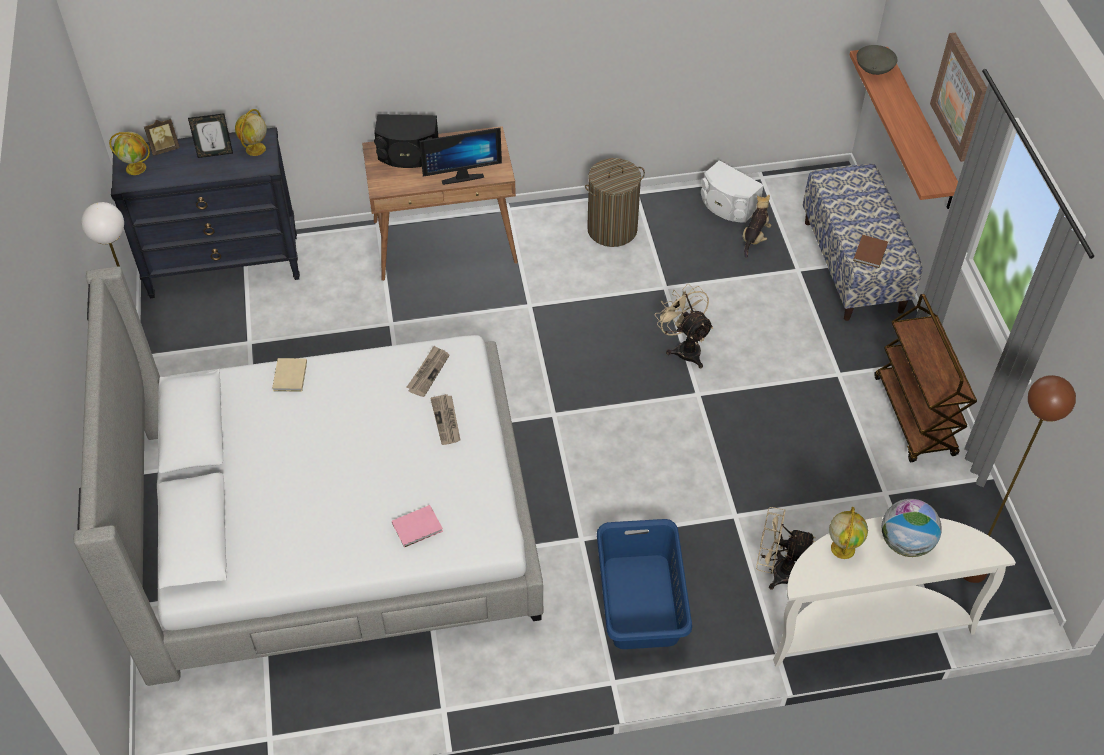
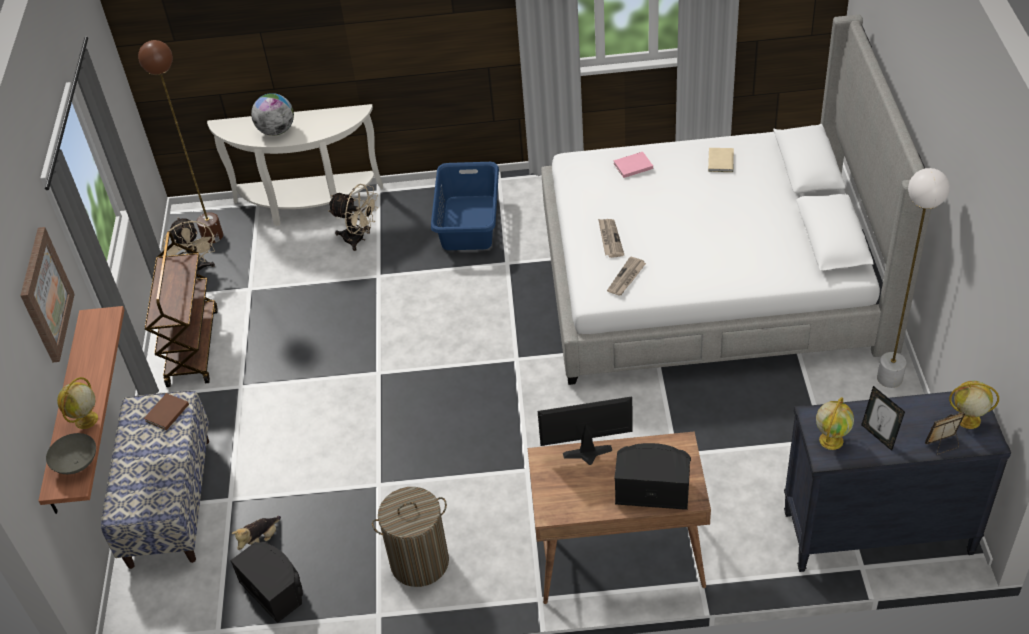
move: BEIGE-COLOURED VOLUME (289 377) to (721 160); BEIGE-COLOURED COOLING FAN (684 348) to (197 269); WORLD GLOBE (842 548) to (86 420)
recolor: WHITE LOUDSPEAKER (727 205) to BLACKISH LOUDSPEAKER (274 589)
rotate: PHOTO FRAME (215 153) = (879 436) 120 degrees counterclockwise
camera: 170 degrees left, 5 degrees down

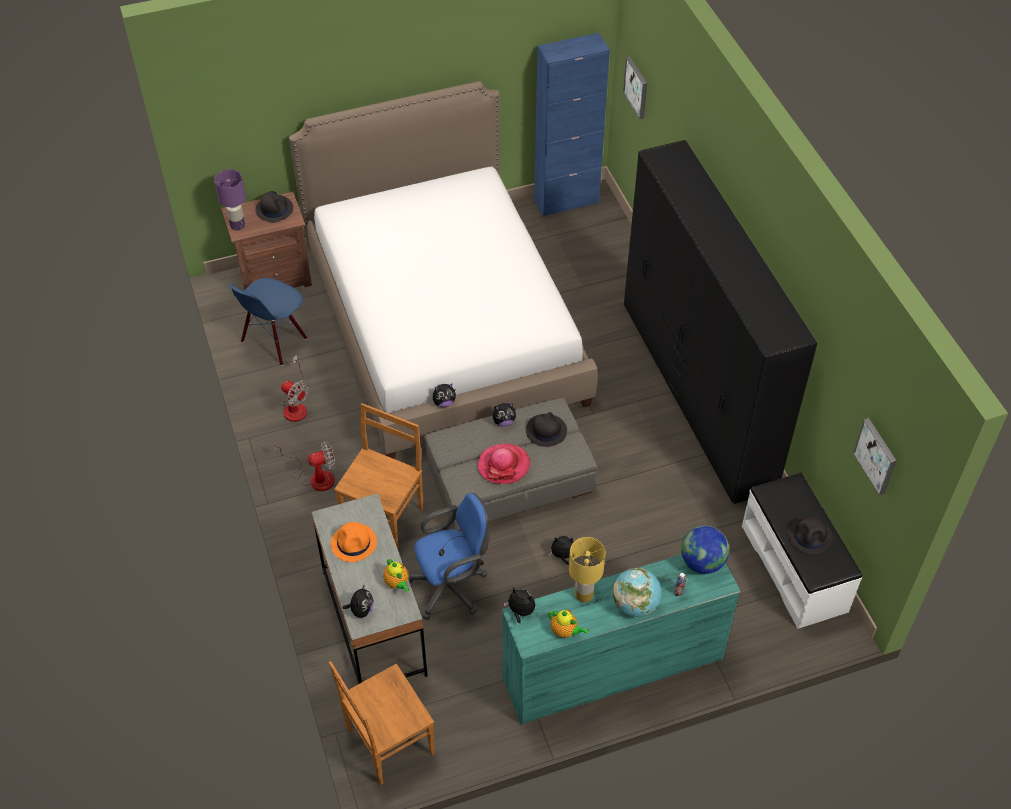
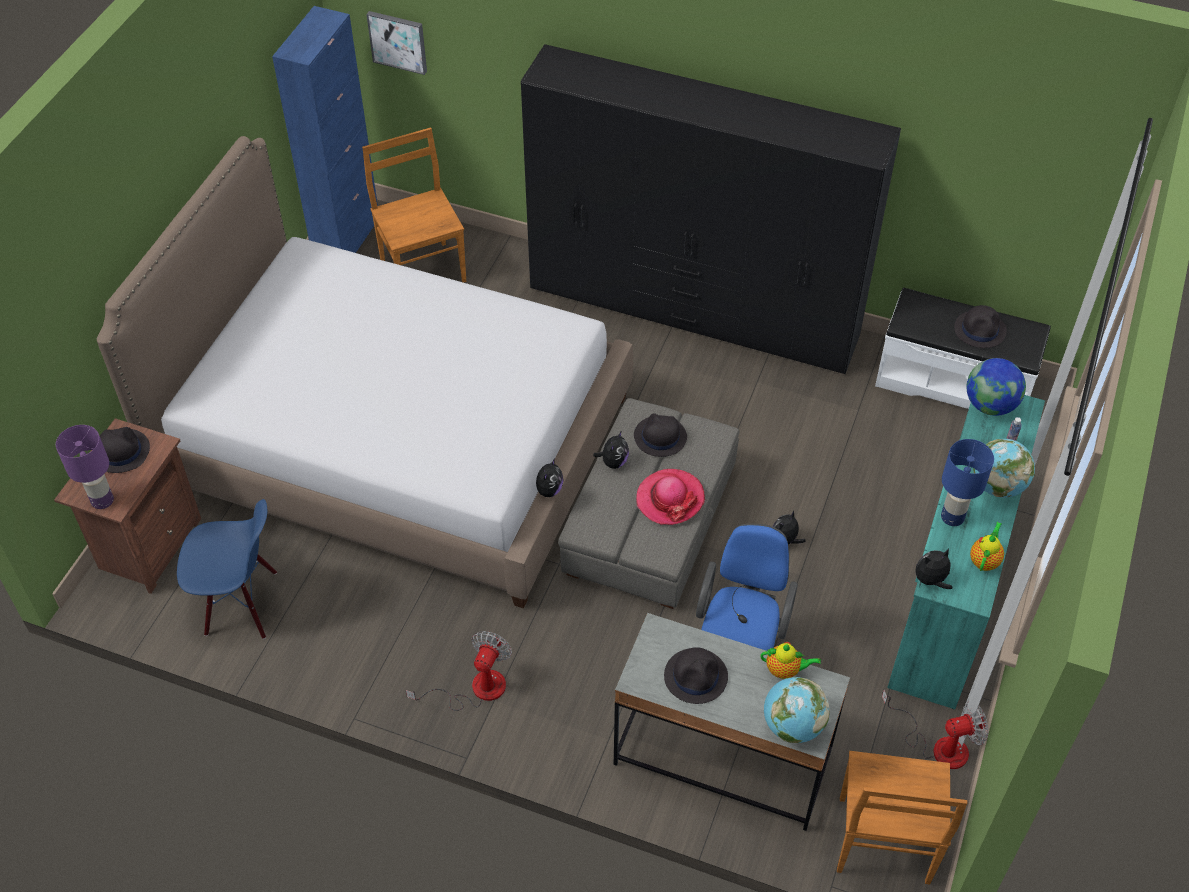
delete: WALL PICTURE (876 455)
move: COOLING FAN (296 405) to (938 745); BROWN-COLOURED UPRIGHT CHAIR (384 515) to (422 270)
replace: SOFT TOY (361 610) to WORLD GLOBE (792 726)
recolor: ORANGE HAT (354 543) to BLACKISH HAT (696 676); YELLOWISH LAMP FOR A TABLE (583 595) to BLUE-COLOURED LAMP FOR A TABLE (953 518)
rotate: BLUE-COLOURED UPRIGHT CHAIR (274 341) = (241 604) 75 degrees counterclockwise; POT FOR TEA (565 631) = (985 560) 45 degrees counterclockwise
camera: 50 degrees left, 0 degrees up

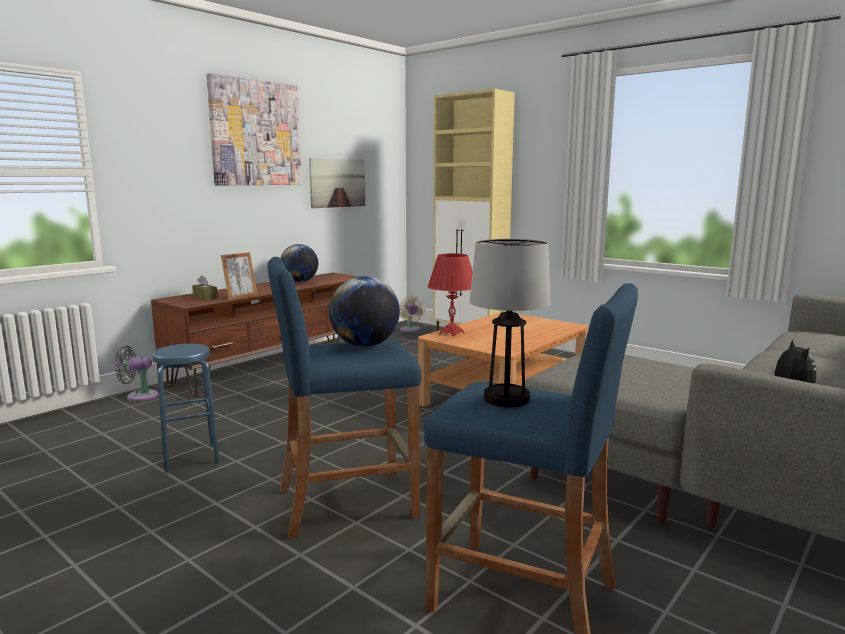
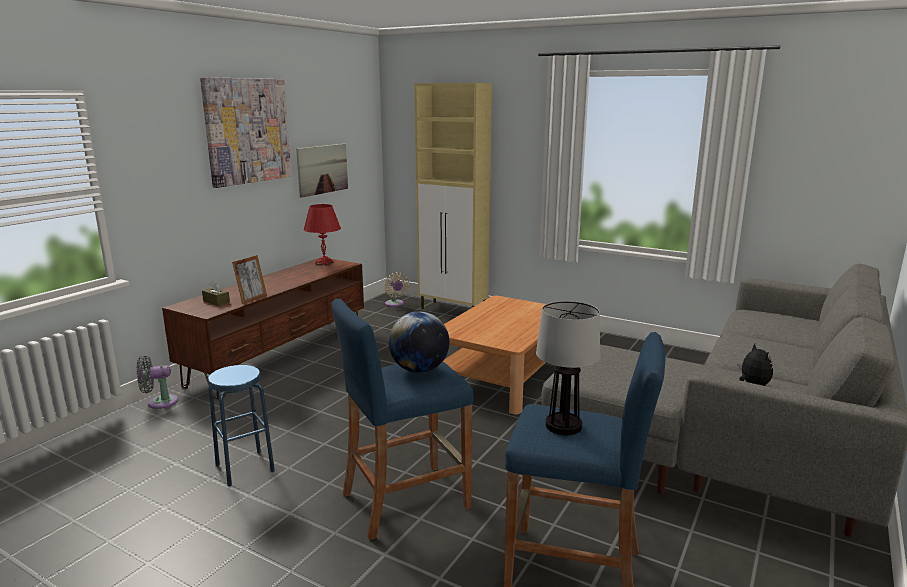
delete: WORLD GLOBE (300 282)
move: RED LAMP FOR A TABLE (452 333) to (324 263)
camera: 10 degrees left, 5 degrees up

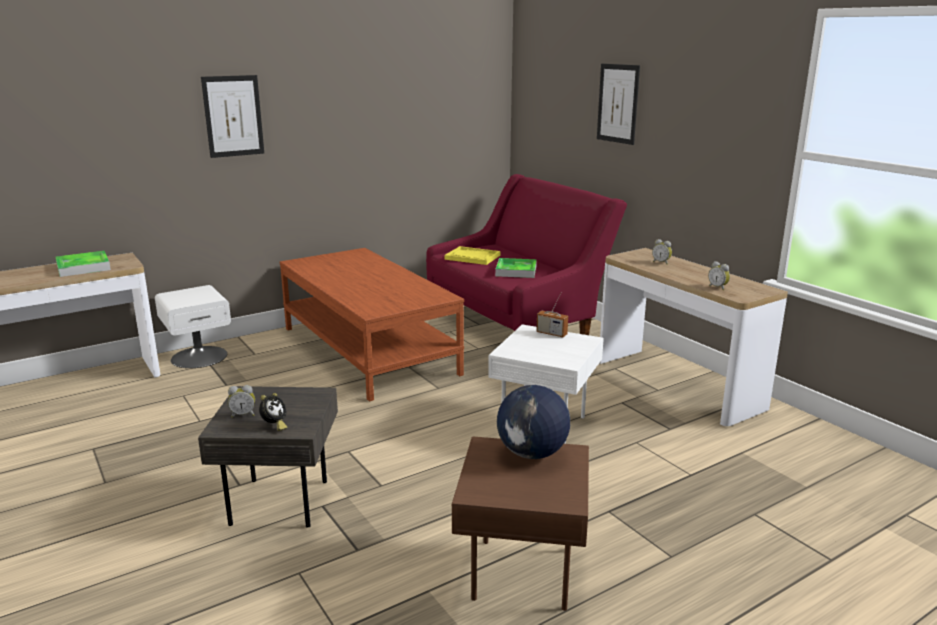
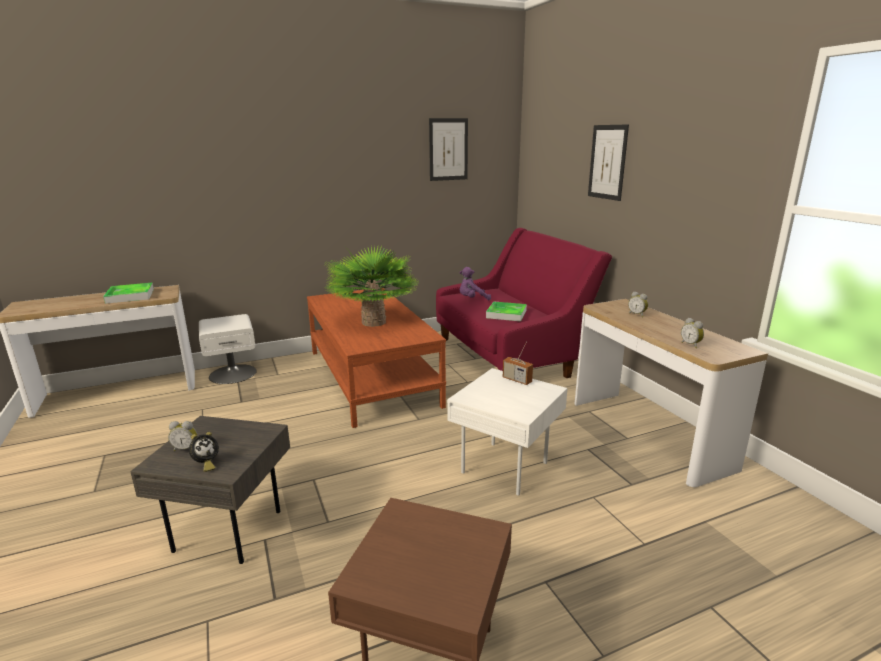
delete: WORLD GLOBE (532 454)
insert: HOUSEPLANT (374 322)
move: WALL PICTURE (233 116) to (448 149)
replace: YELLOWISH CARRYING TRAY (472 257) to PURPLISH SOFT TOY (472 299)
camera: 10 degrees right, 0 degrees up

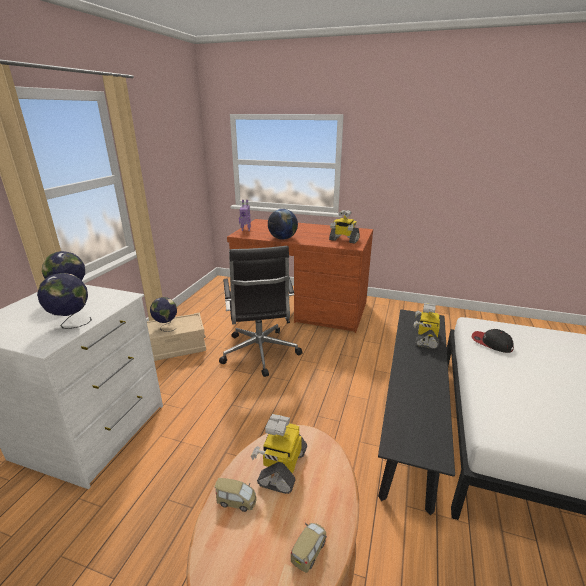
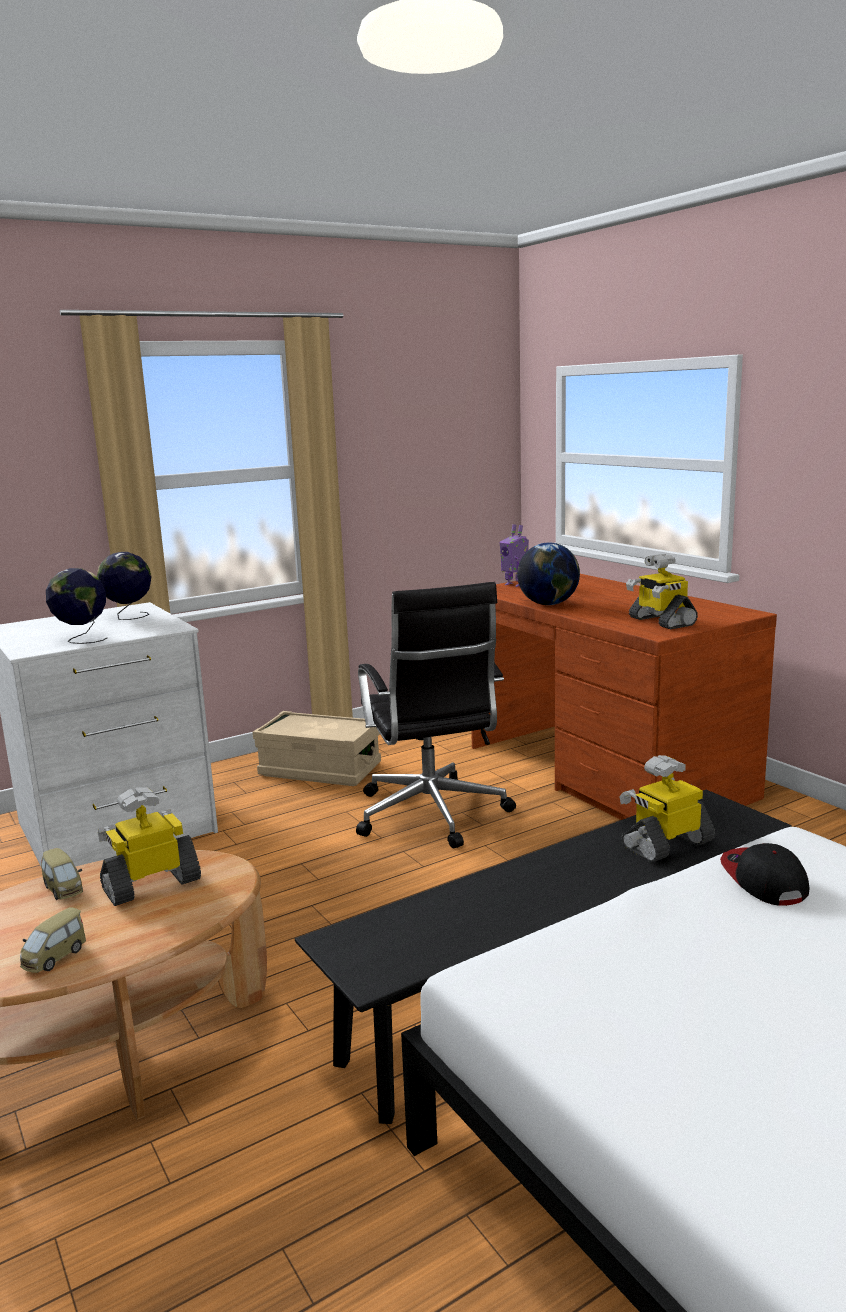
delete: WORLD GLOBE (166 327)
rotate: BLACKISH COMPUTER CHAIR (260 353) = (431 815) 45 degrees counterclockwise; MODEL CAR (309 551) = (54 957) 135 degrees clockwise
camera: 40 degrees right, 10 degrees down

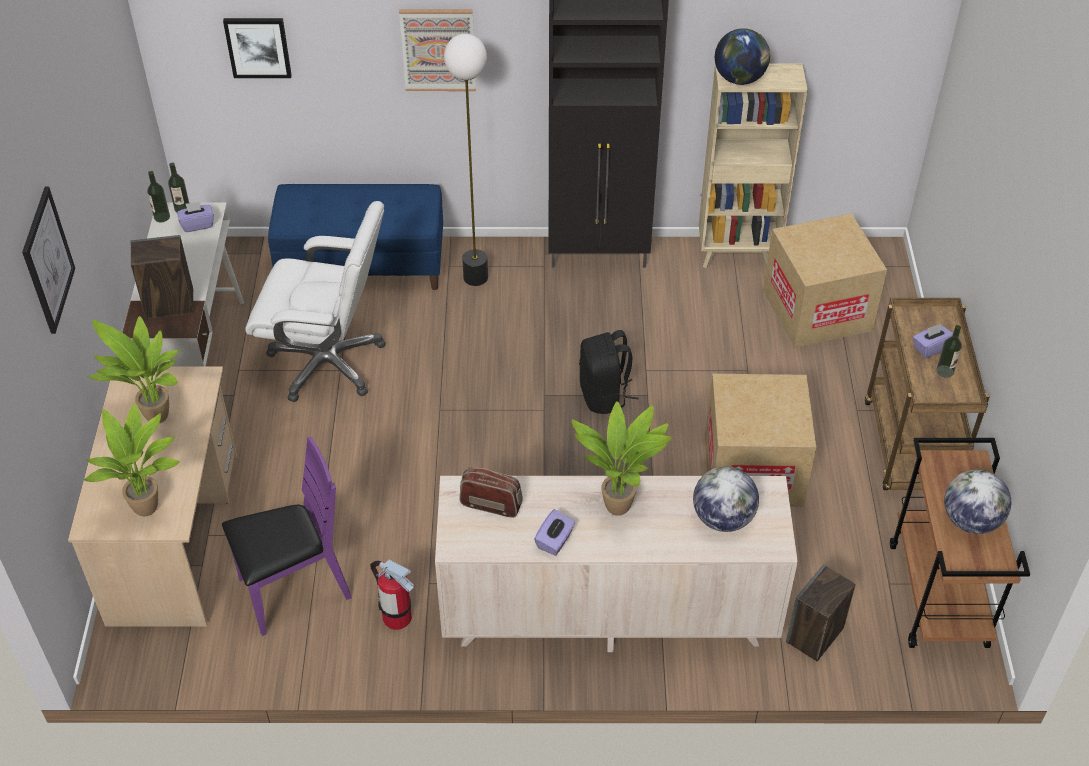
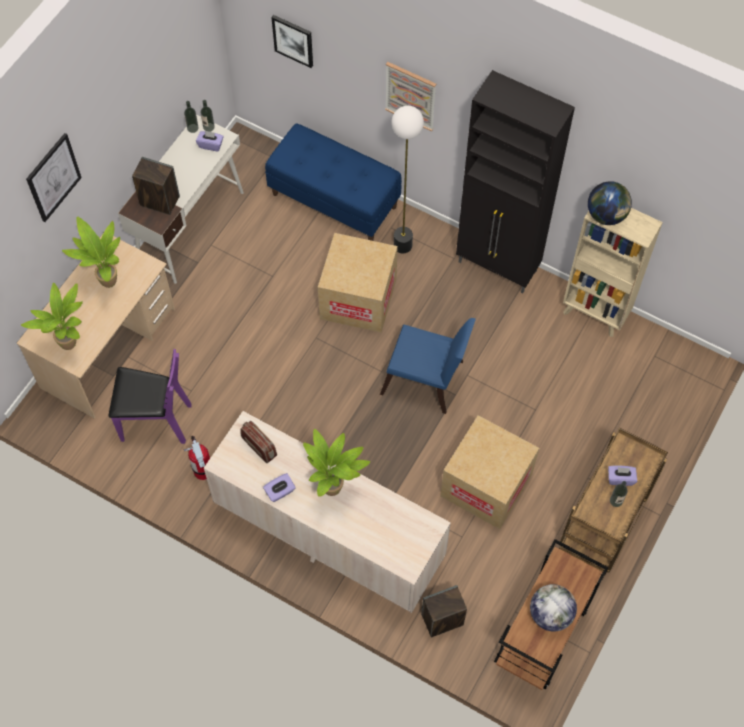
delete: WHITE COMPUTER CHAIR (328 362); WORLD GLOBE (722 518)
move: CARDBOARD BOX (817 310) to (358 299)
replace: BLACKISH KNAPSACK (604 396) to BLUE-COLOURED UPRIGHT CHAIR (427 381)
camera: 30 degrees right, 15 degrees up

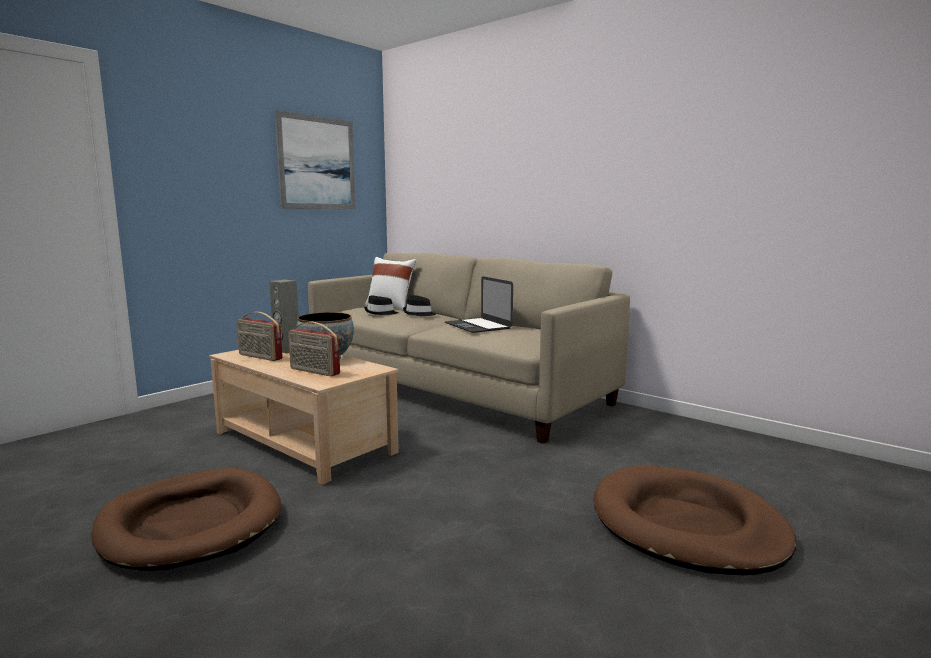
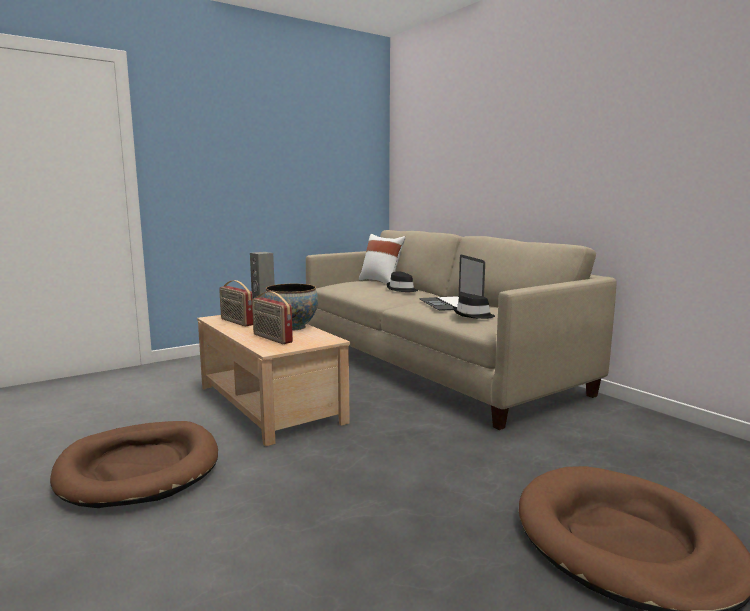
delete: WALL PICTURE (317 163)
move: BLACKISH HAT (380 313) to (473 315)
camera: 15 degrees right, 0 degrees up

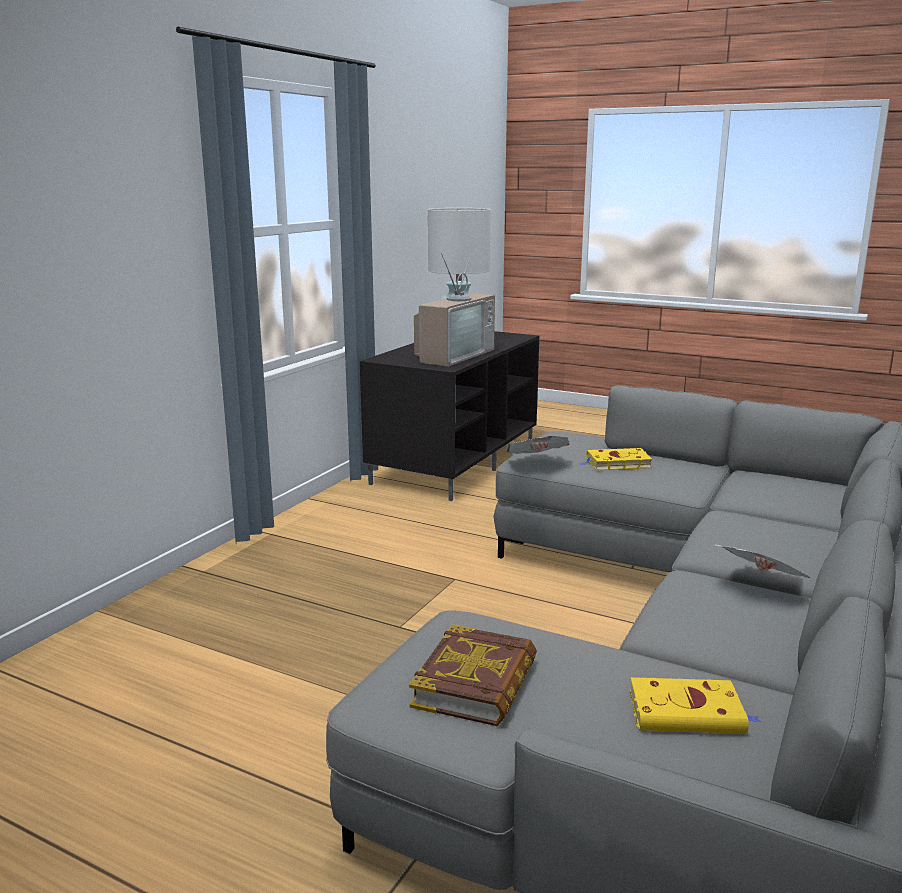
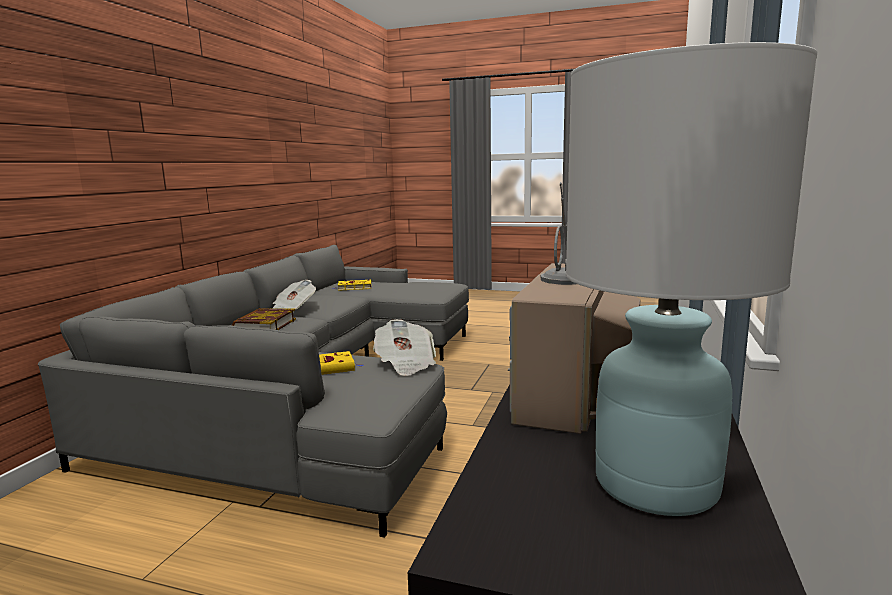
move: VOLUME (476 684) to (265 326)
camera: 170 degrees right, 5 degrees down

